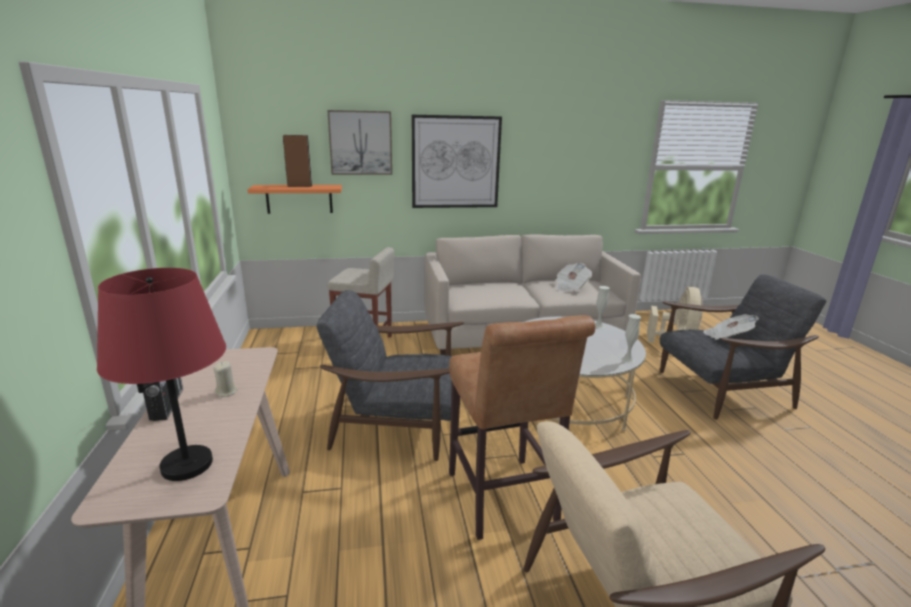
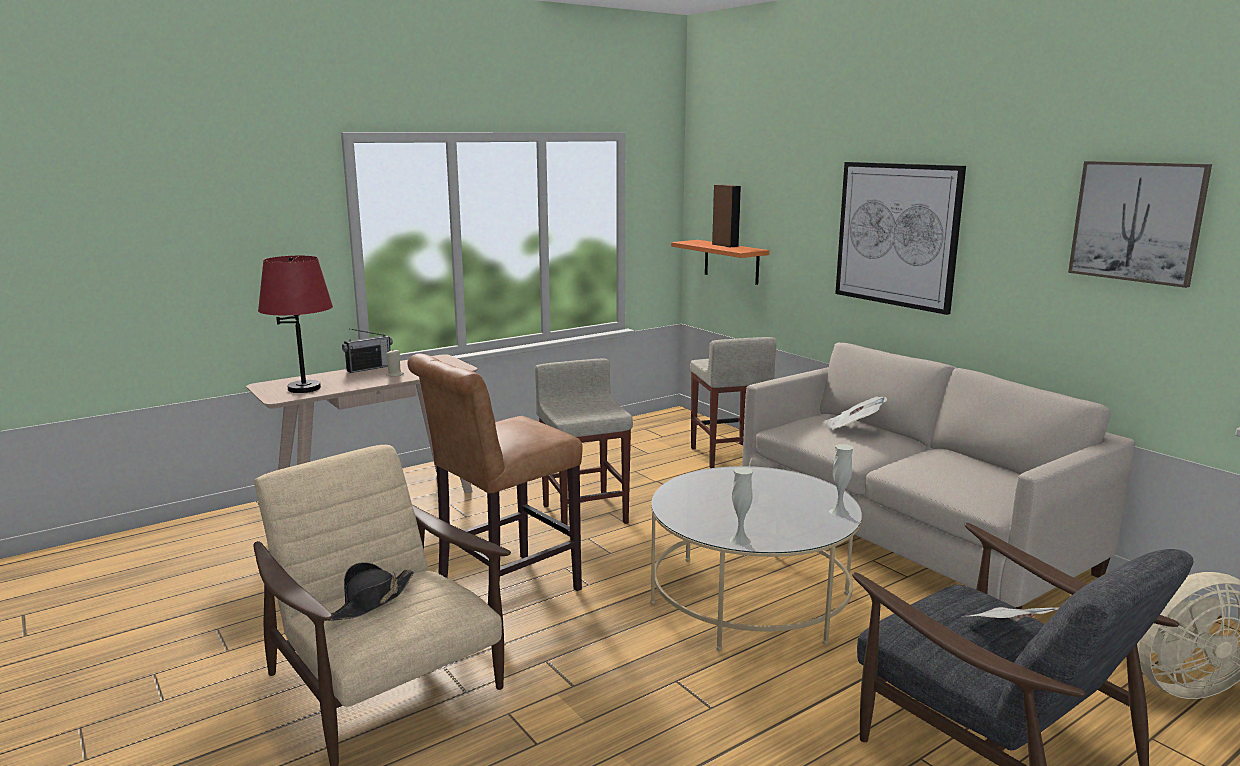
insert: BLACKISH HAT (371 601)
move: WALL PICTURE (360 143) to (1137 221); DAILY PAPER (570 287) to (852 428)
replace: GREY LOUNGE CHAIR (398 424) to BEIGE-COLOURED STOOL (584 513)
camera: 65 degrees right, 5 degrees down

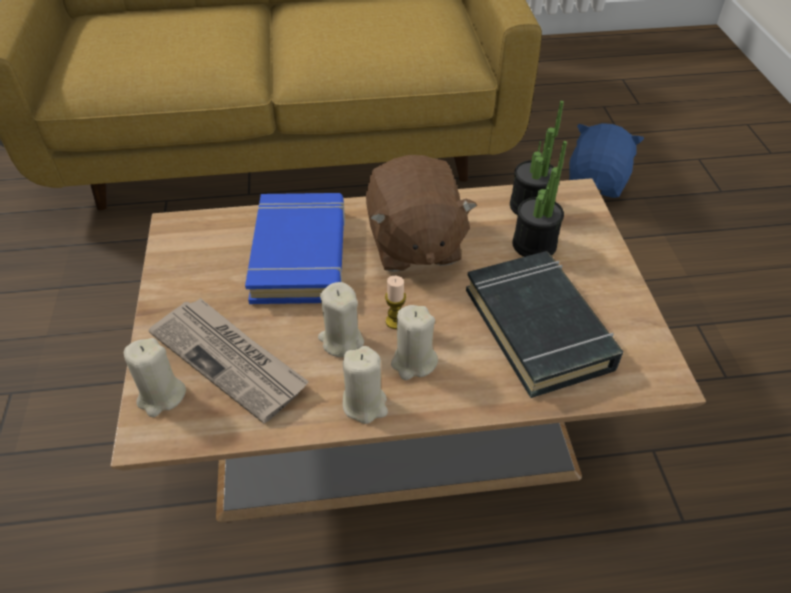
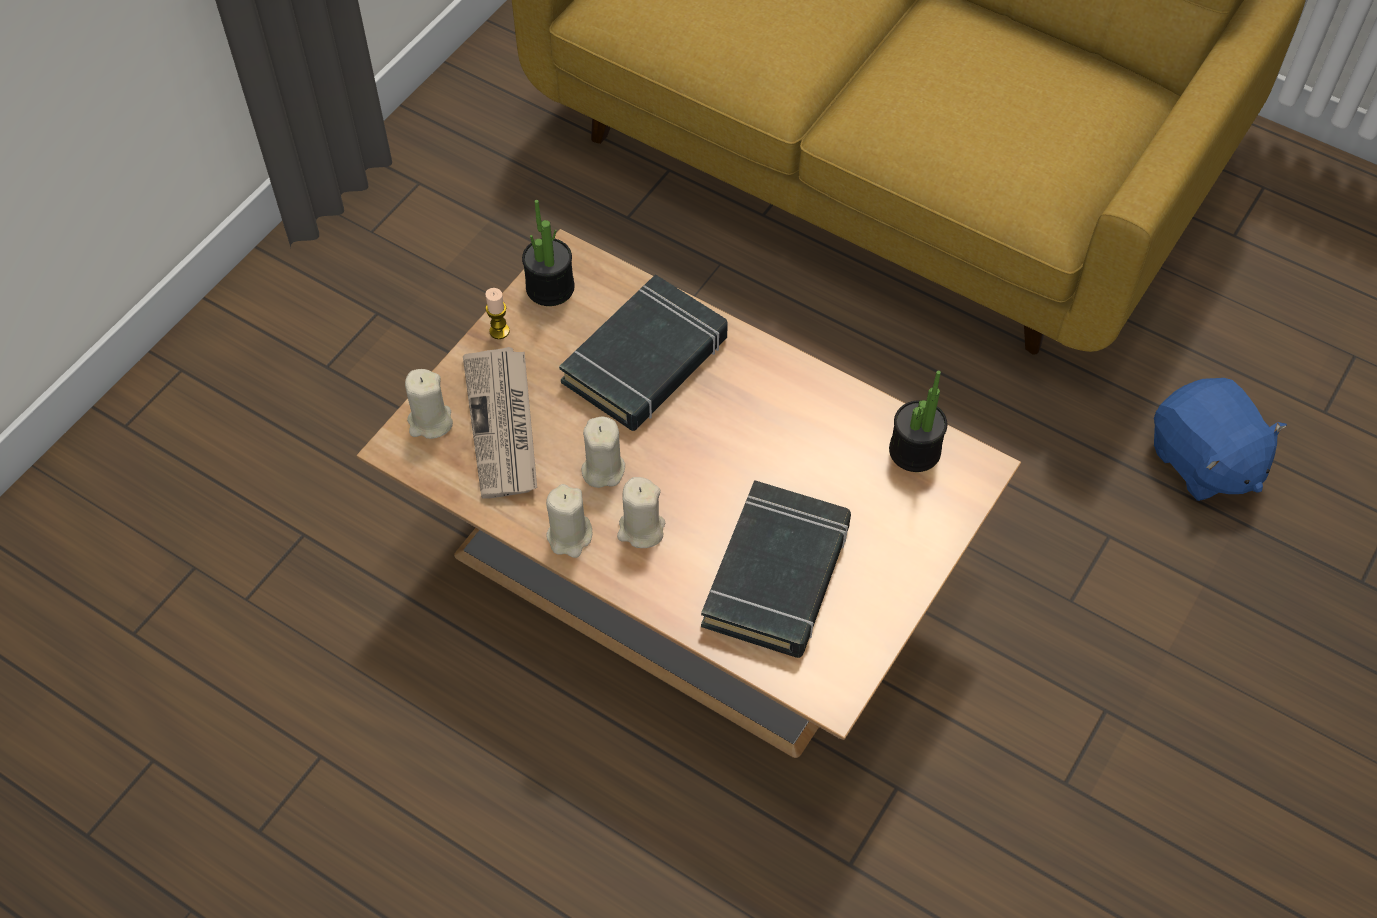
delete: BROWN-COLOURED SOFT TOY (414 244)
move: CANDLE (395 321) to (499 331); HOUSEPLANT (534 245) to (550 287)
recolor: BLUE-COLOURED VOLUME (300 255) to BLACKISH VOLUME (646 361)
rotate: BLUE-COLOURED SOFT TOY (597 182) = (1203 461) 90 degrees clockwise
camera: 40 degrees right, 10 degrees up

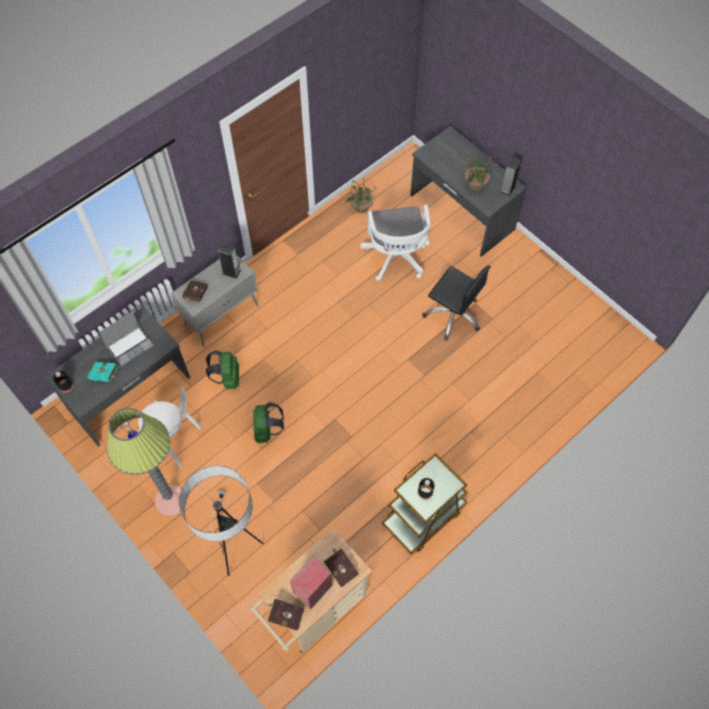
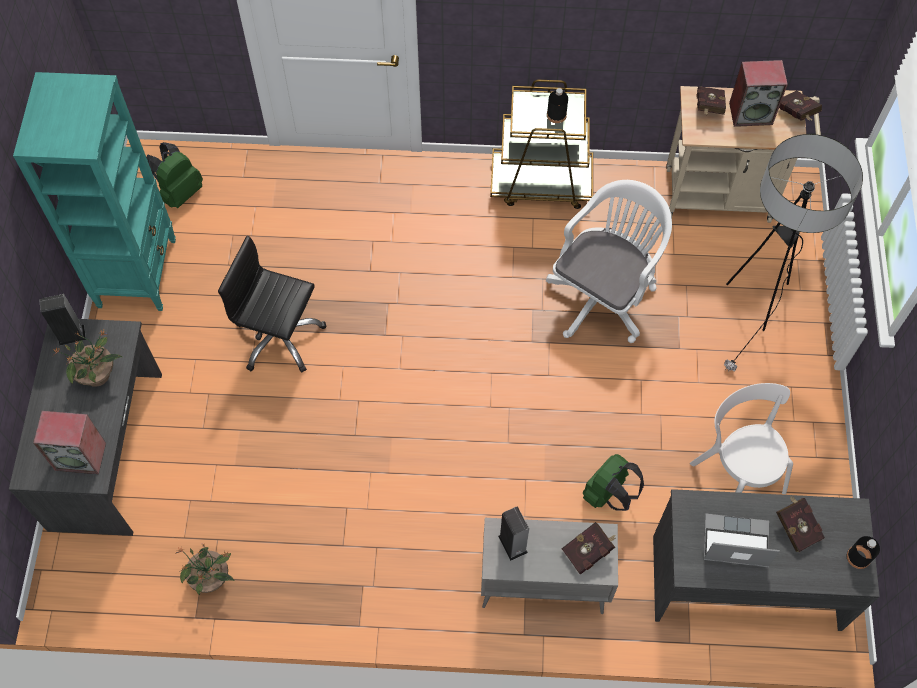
delete: STANDING LAMP (171 500)
insert: TURQUOISE SHELVING UNIT (137 272); LOUDSPEAKER (81 456)
move: GREENISH KNAPSACK (267 430) to (179 192); WHITE COMPUTER CHAIR (396 258) to (603 295)
recolor: TURQUOISE VOLUME (106 376) to RED VOLUME (796 526)
rotate: BLACKISH COMPUTER CHAIR (453 315) = (279 337) 60 degrees counterclockwise
camera: 135 degrees left, 0 degrees up

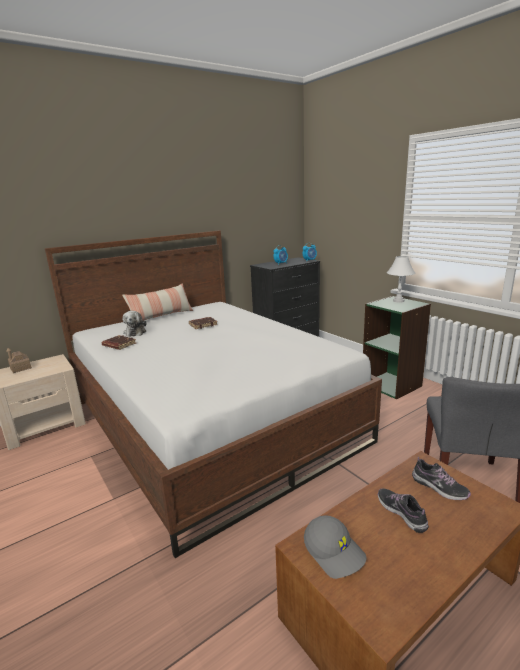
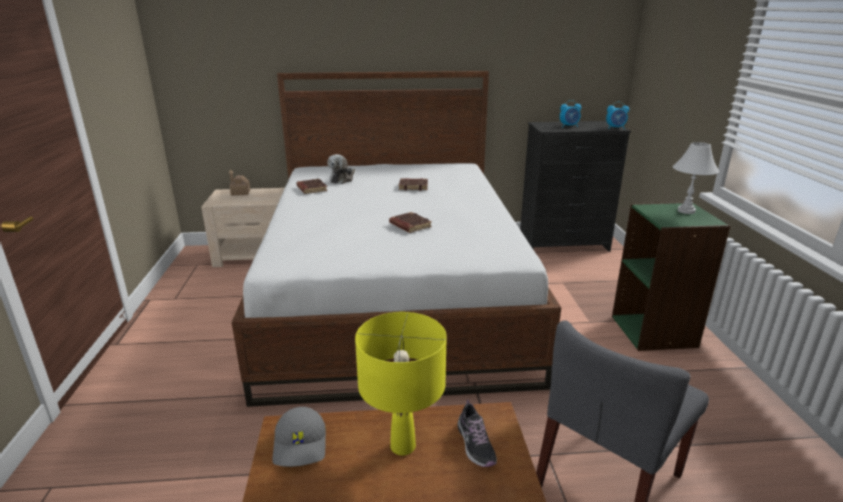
delete: CUSHION (161 316)
insert: BROWN-COLOURED VOLUME (409 225)
replace: SHOE (401 513) to YELLOWISH LAMP FOR A TABLE (402 446)
camera: 30 degrees right, 5 degrees up

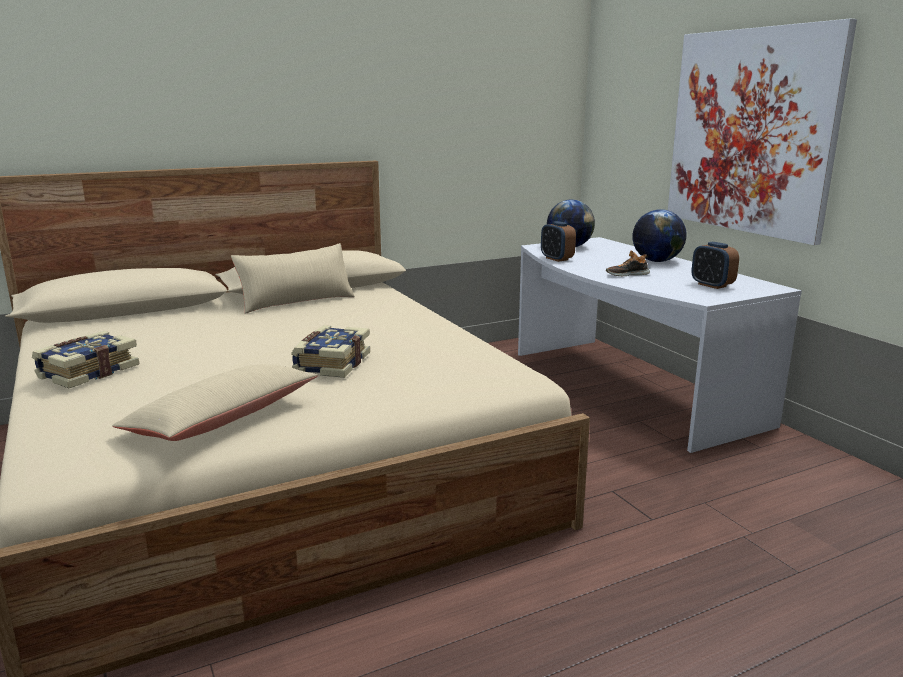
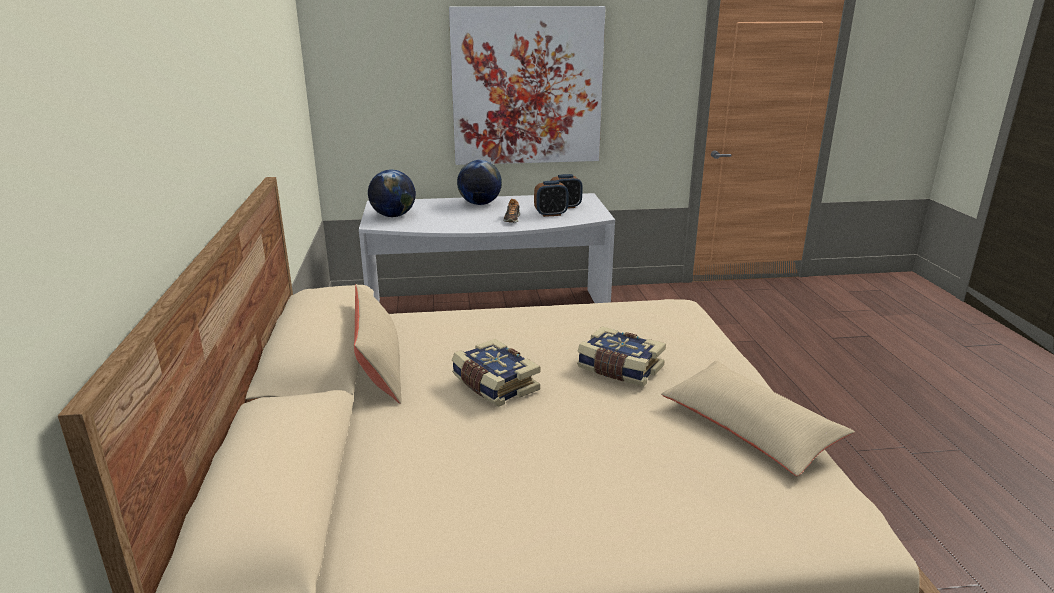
move: VOLUME (87 372) to (494 385); ALARM CLOCK (556 259) to (551 214)
camera: 70 degrees left, 5 degrees up

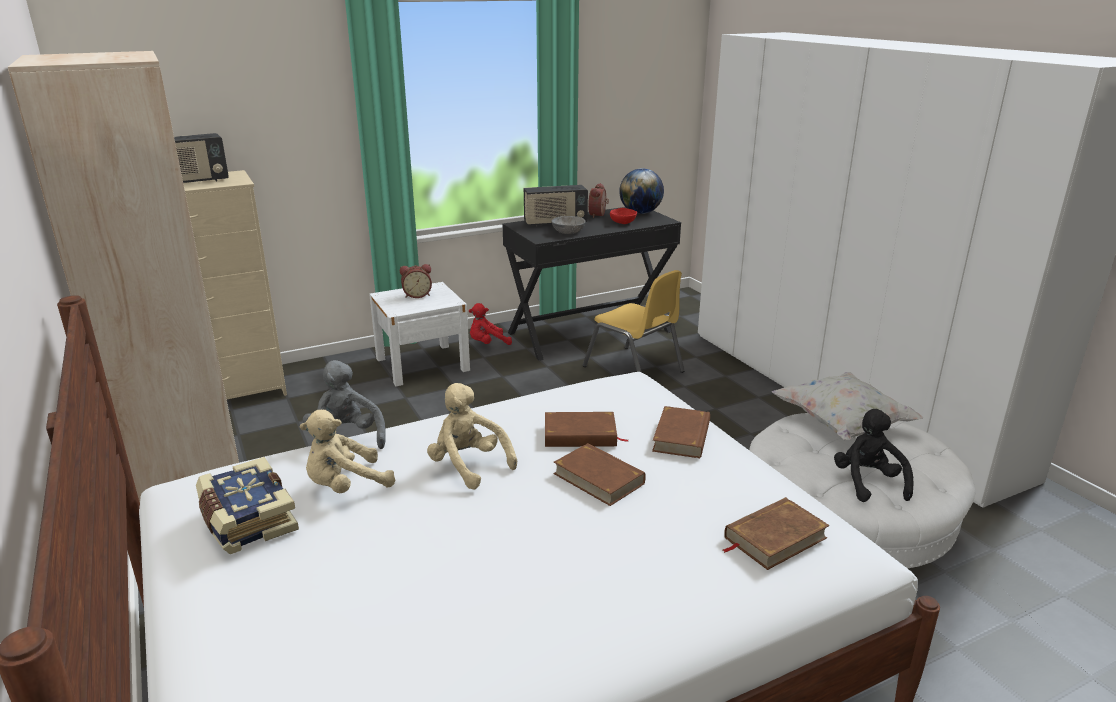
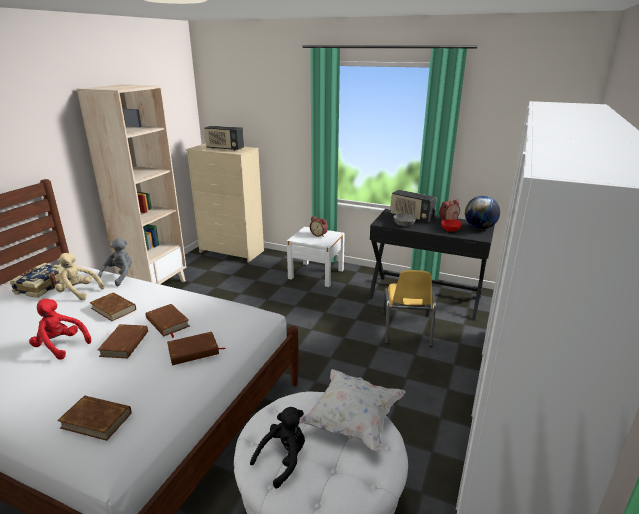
move: RED SOFT TOY (487 344) to (60 346)
replace: BEIGE-COLOURED SOFT TOY (468 466) to BROWN-COLOURED VOLUME (113 309)
camera: 50 degrees right, 0 degrees up

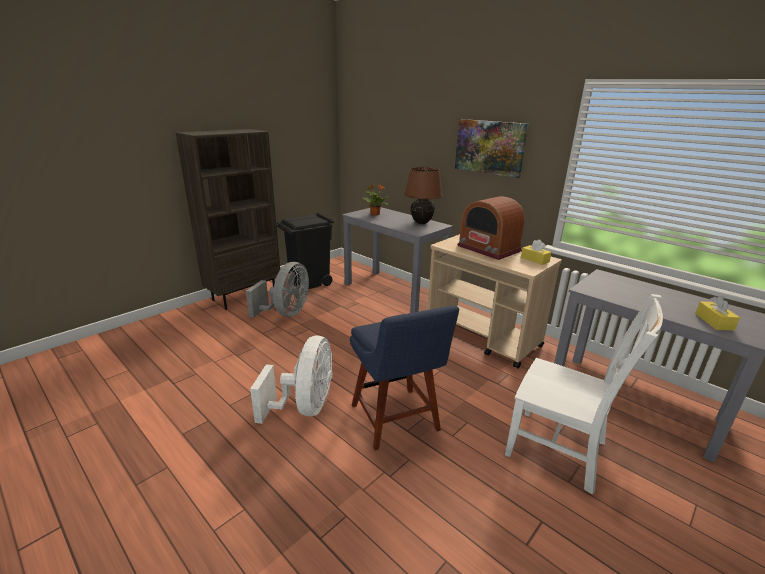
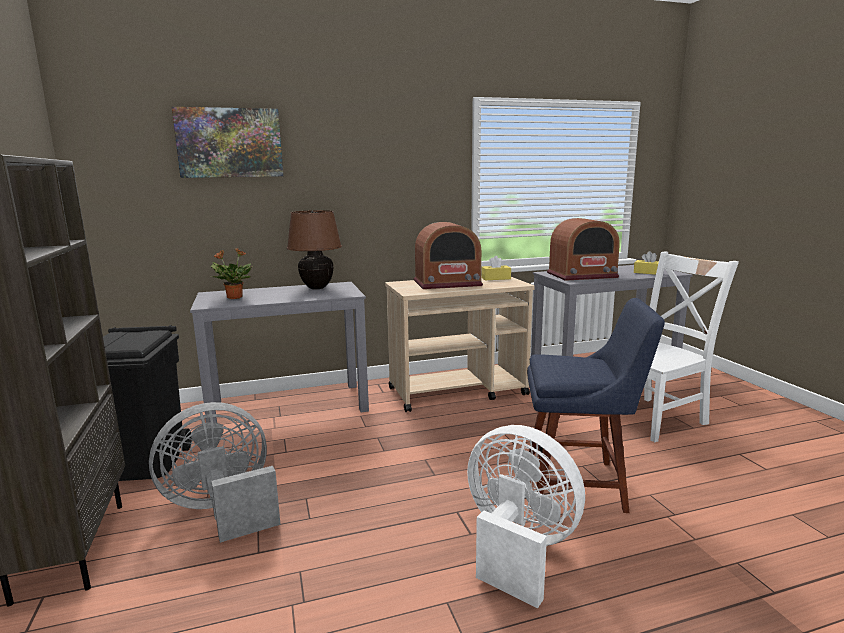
insert: RADIO (582 275)
move: WALL PICTURE (489 147) to (230 143)
rotate: GREY COOLING FAN (286 313) = (222 510) 75 degrees counterclockwise
camera: 60 degrees left, 10 degrees down

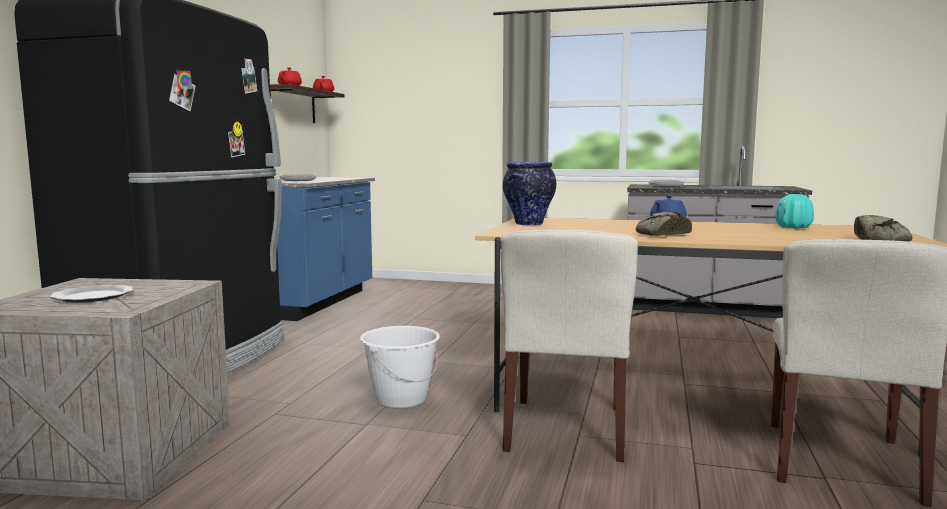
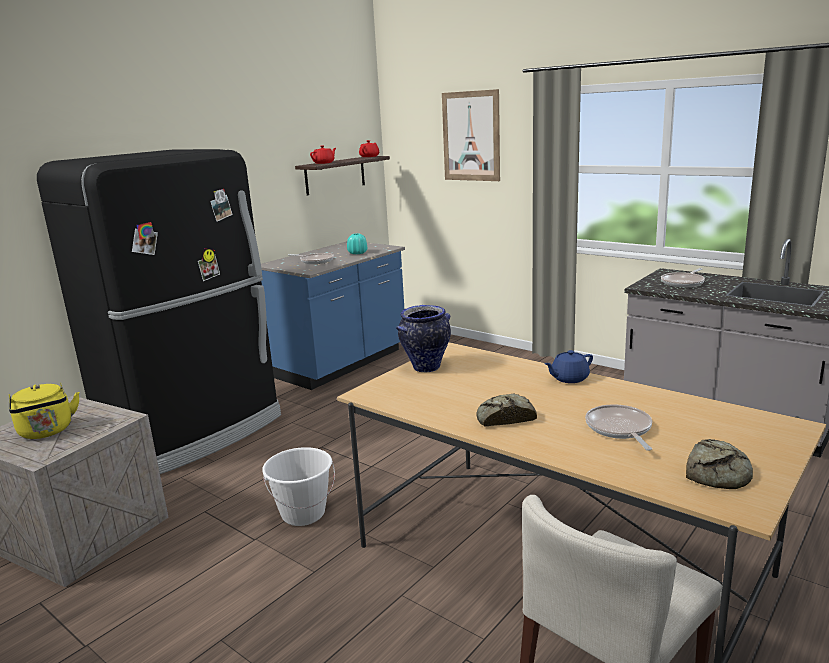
delete: BEIGE-COLOURED UPRIGHT CHAIR (566 429)
insert: WALL PICTURE (471 136); PAN (619 429)
move: TURQUOISE VASE (793 227) to (357 253)
replace: DINNER PLATE (92 297) to YELLOWISH WATER KETTLE (47 432)
camera: 25 degrees right, 10 degrees up

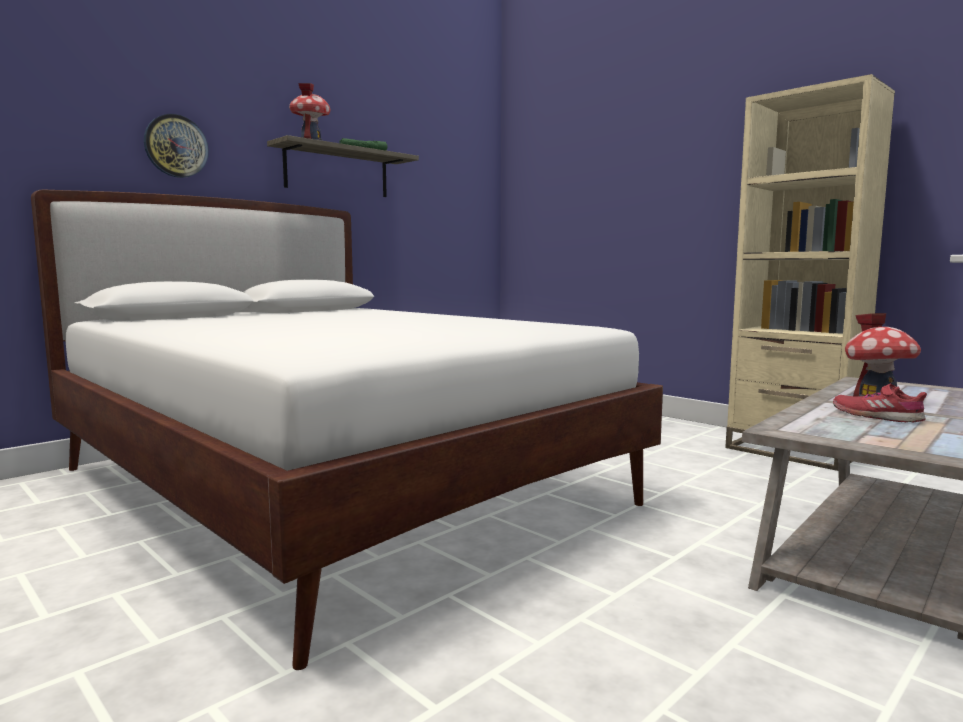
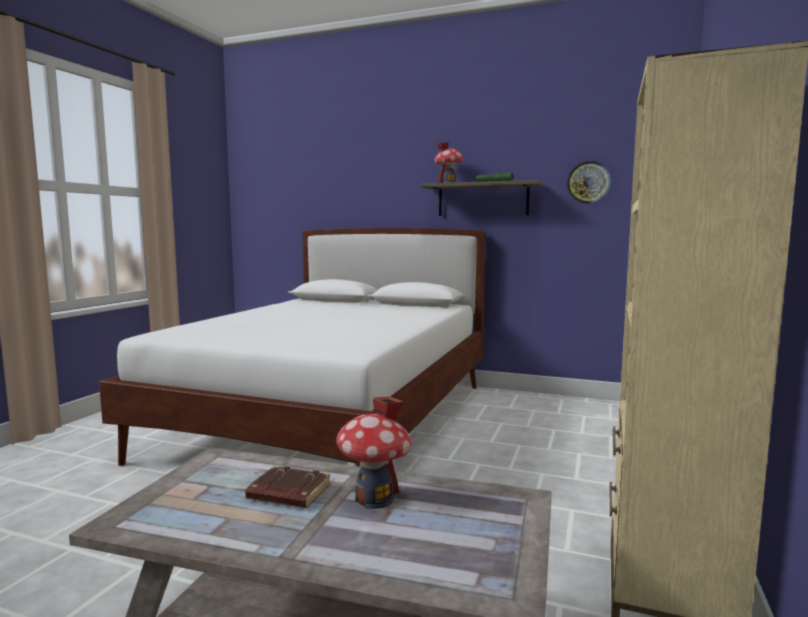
move: CLOCK ON THE WALL (176 146) to (588 182)
replace: RED SHOE (876 416) to BROWN-COLOURED VOLUME (287 493)
camera: 65 degrees right, 0 degrees up

